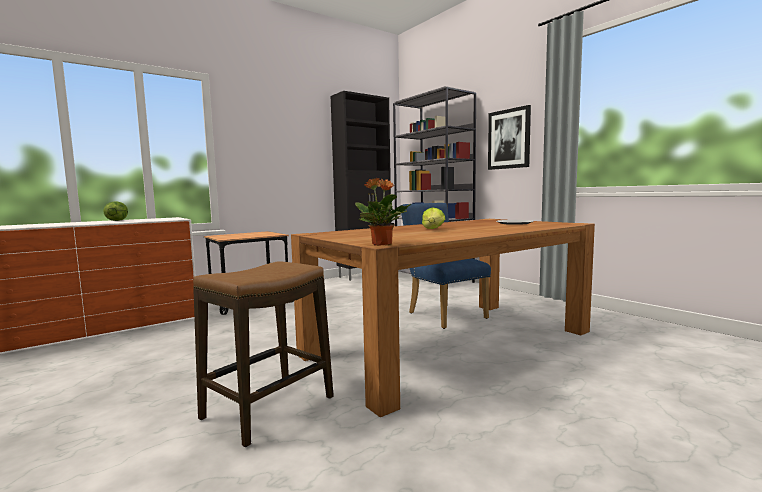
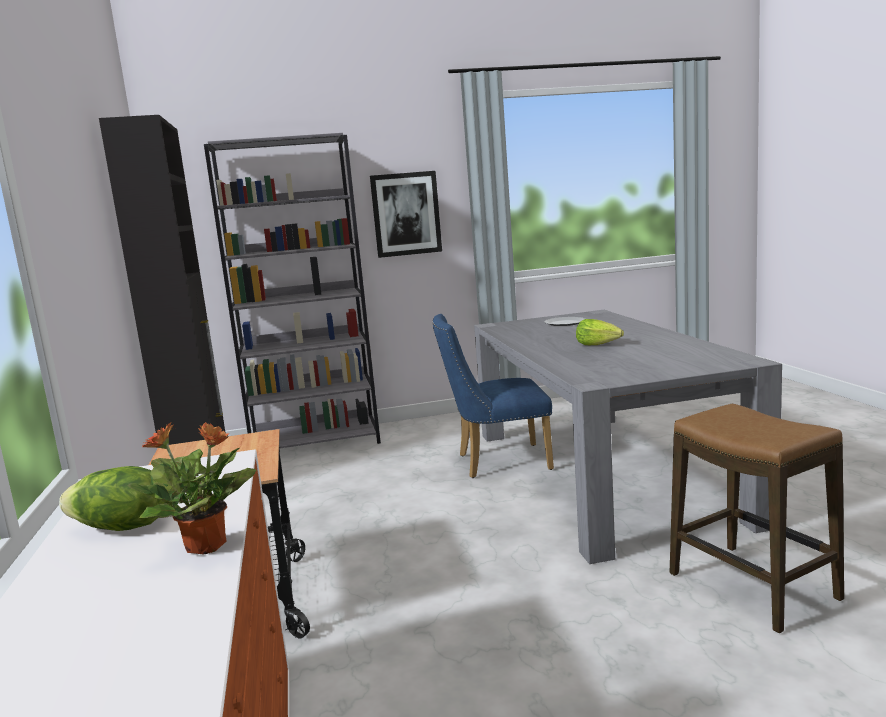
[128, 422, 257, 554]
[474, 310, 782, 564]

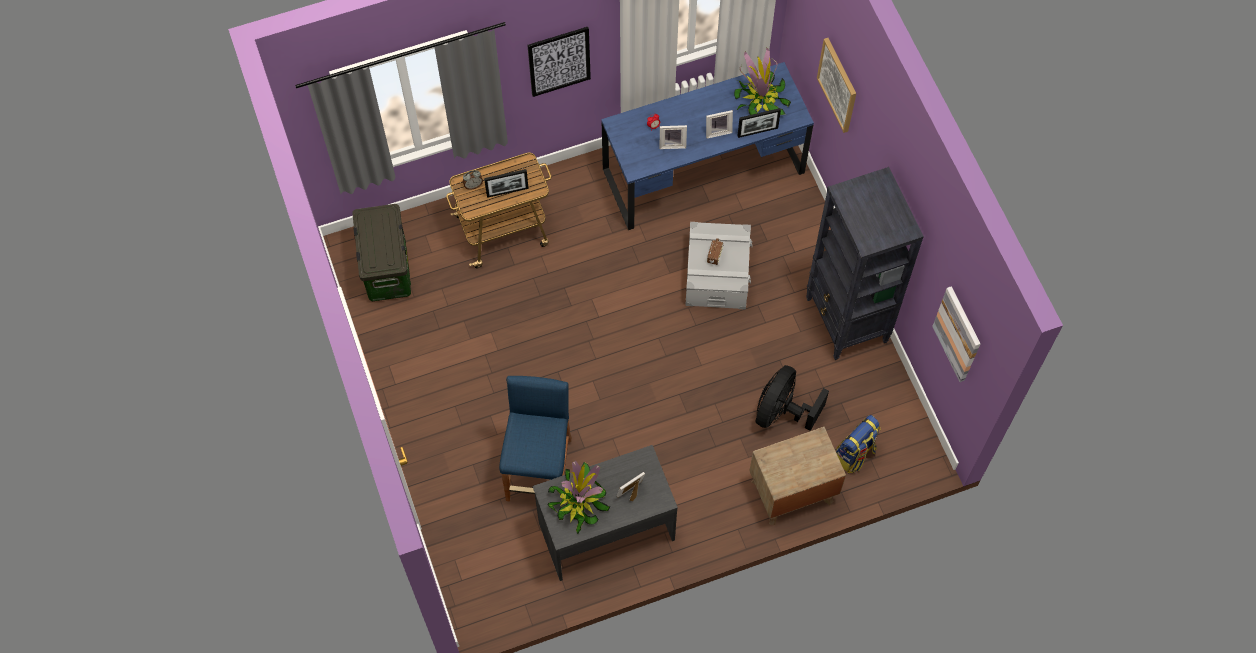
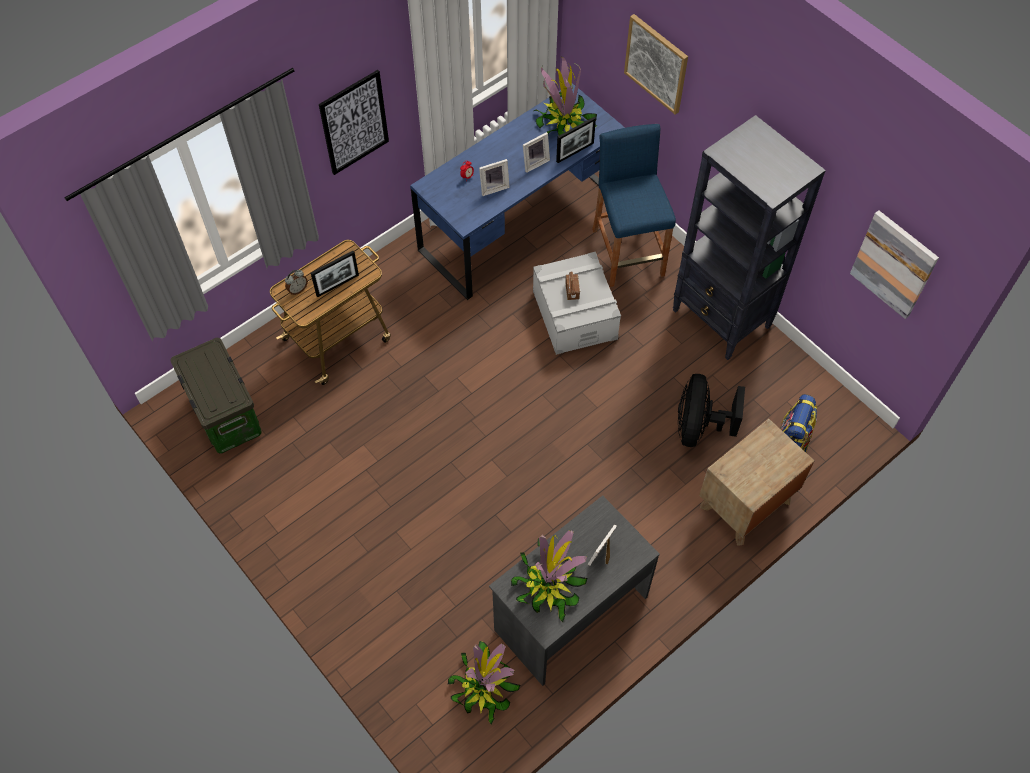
[448, 641, 520, 725]
[592, 124, 676, 287]

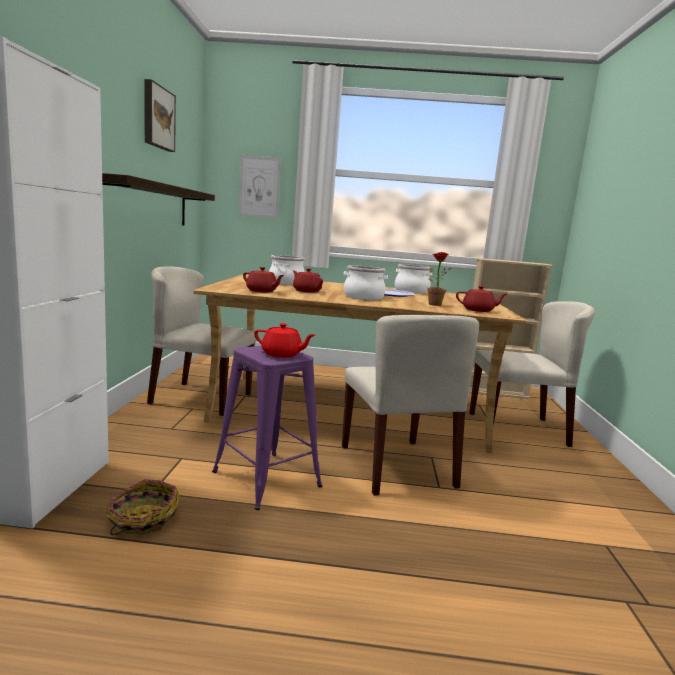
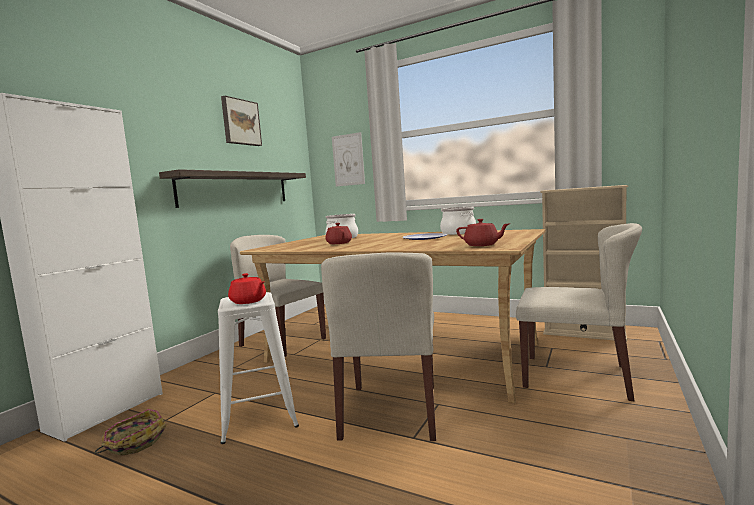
[218, 292, 299, 444]
[243, 267, 284, 292] (first image)
[344, 265, 388, 300] (first image)
[428, 252, 452, 306] (first image)

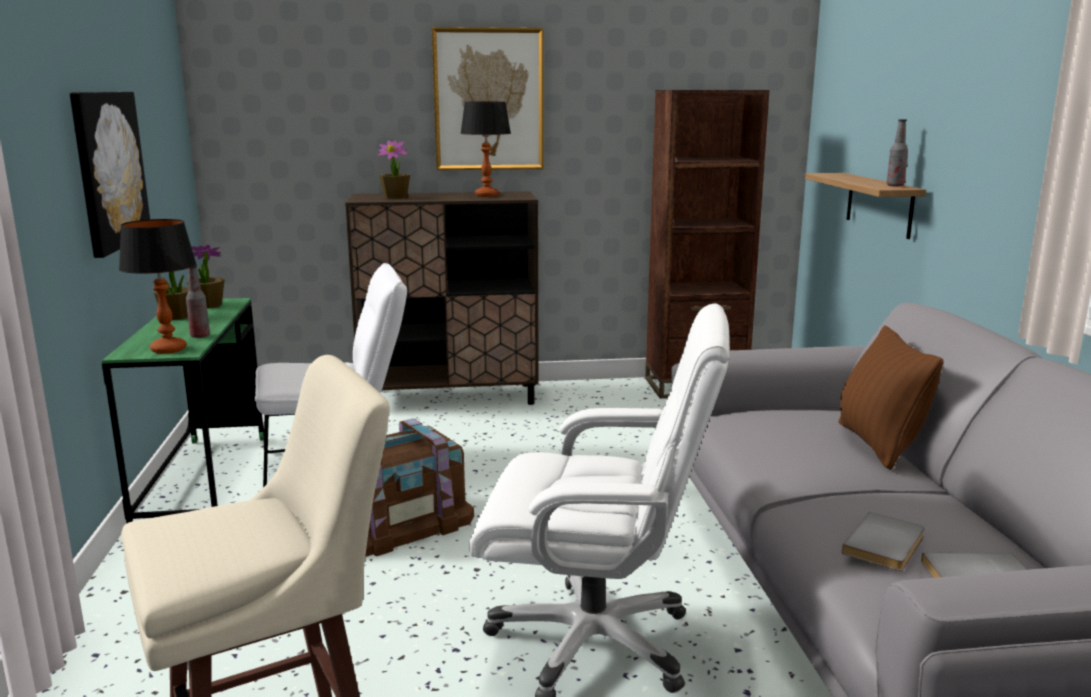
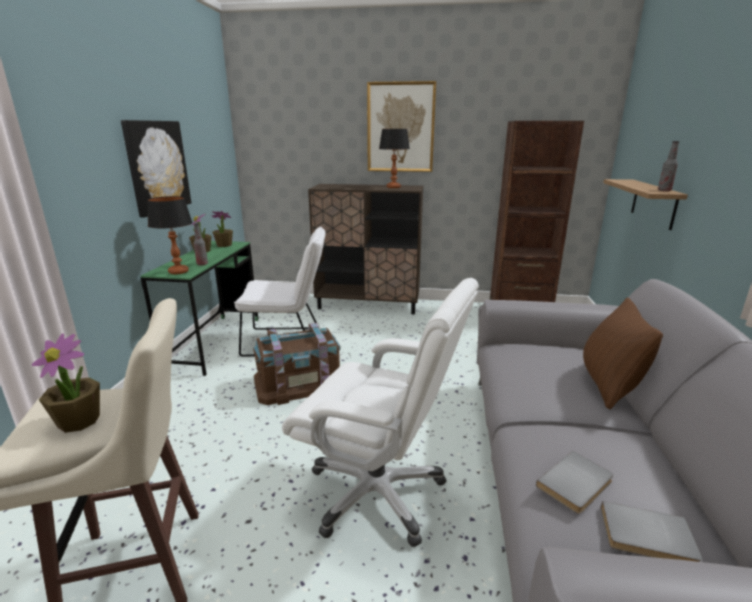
[32, 333, 100, 433]

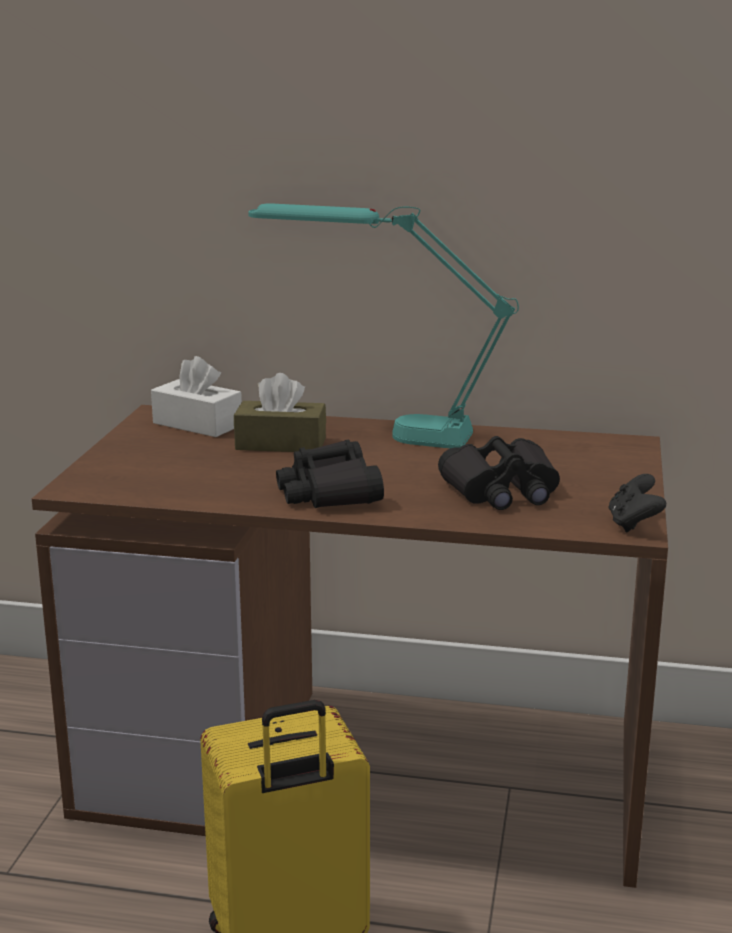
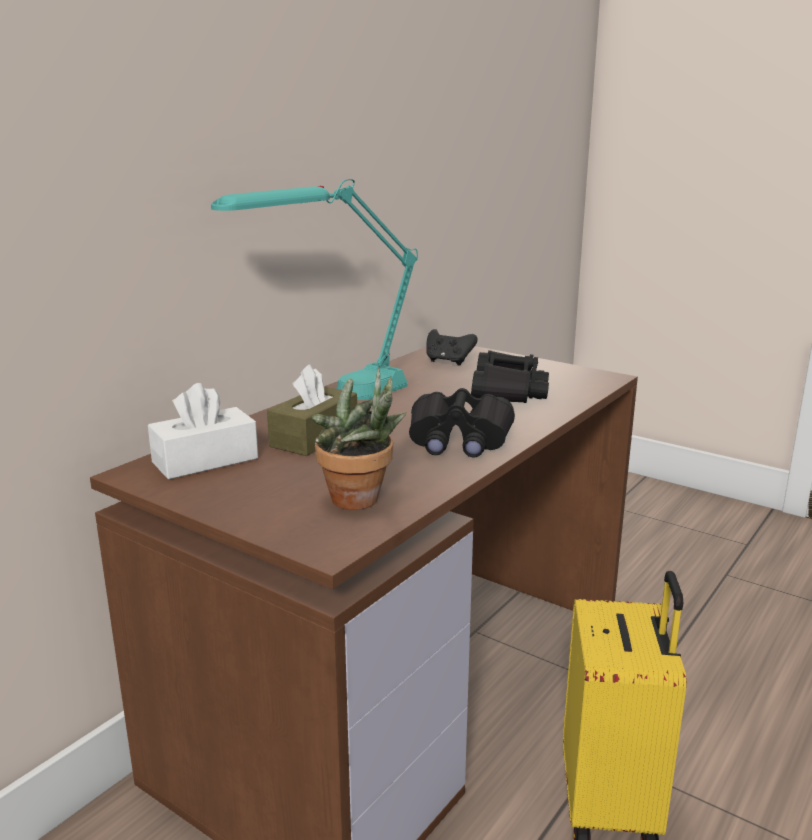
[311, 368, 407, 510]
[426, 329, 478, 366]

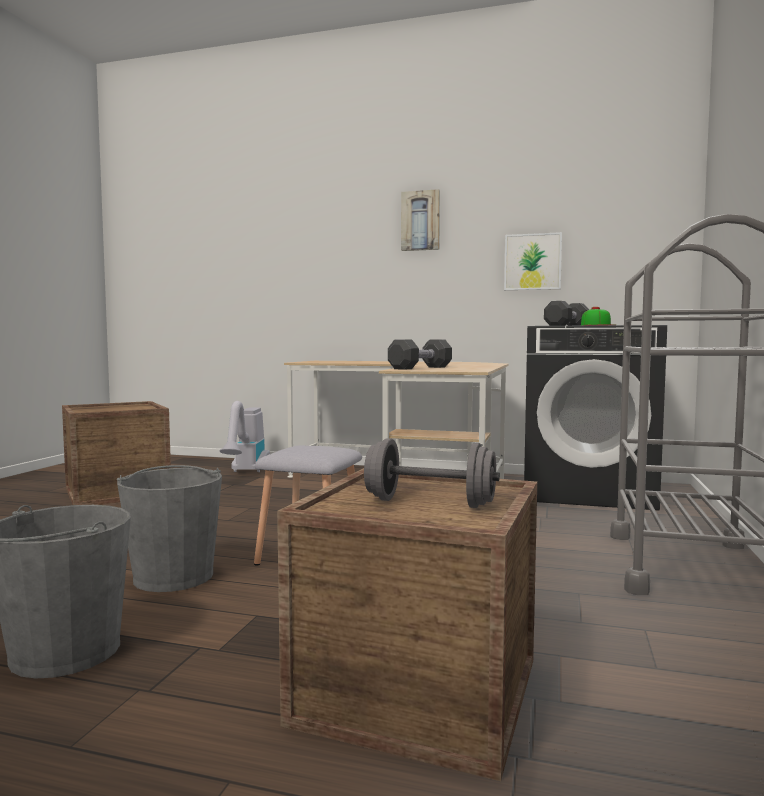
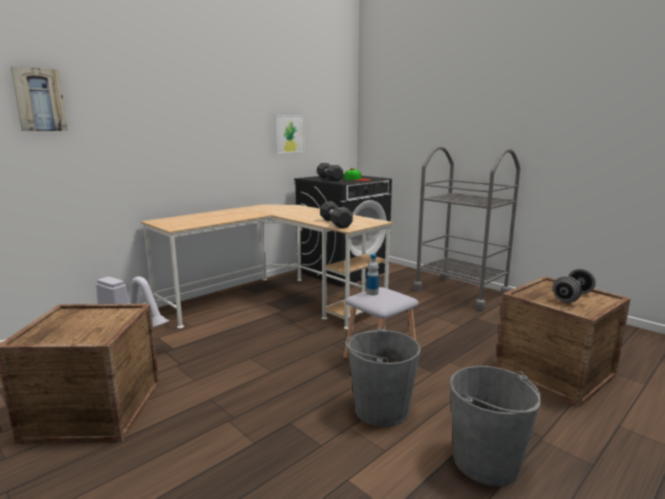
[11, 66, 68, 131]
[366, 254, 379, 295]

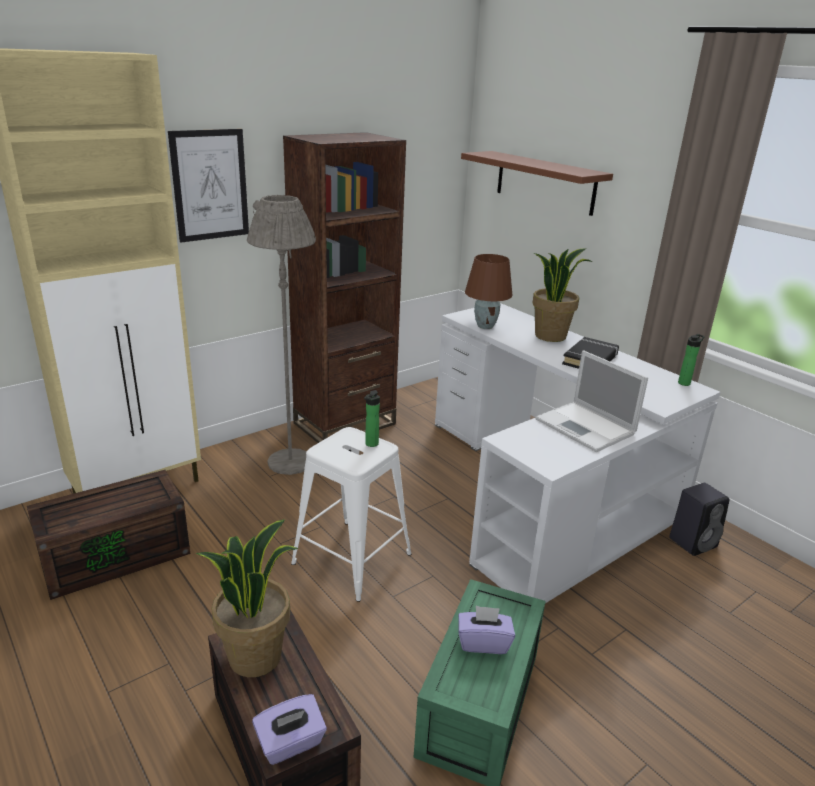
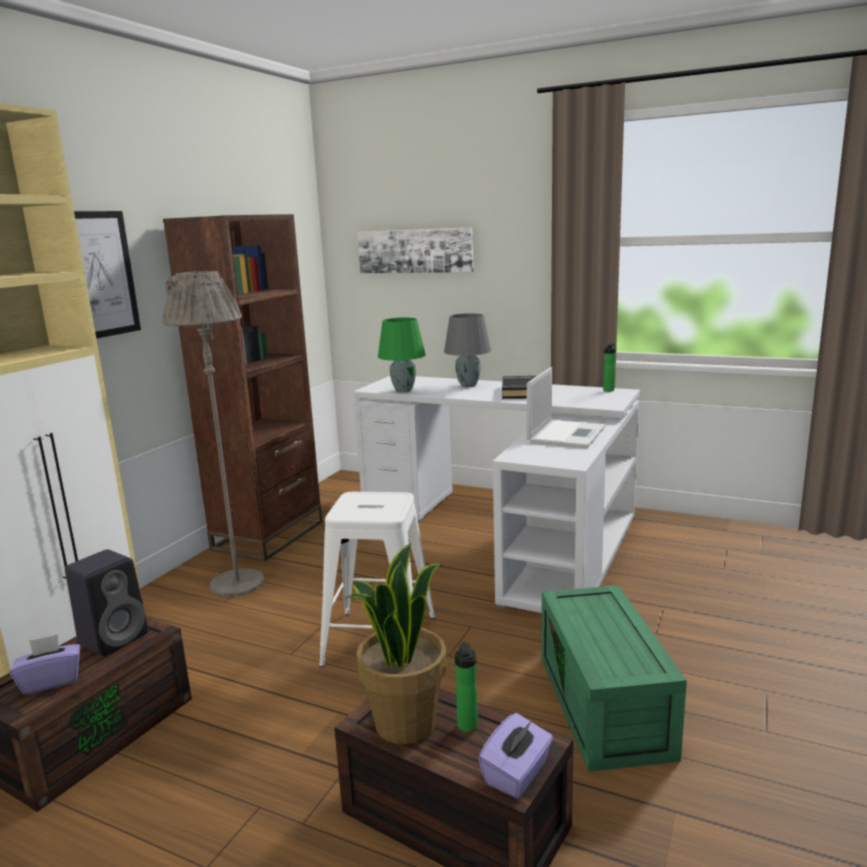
[10, 634, 81, 695]
[65, 549, 148, 656]
[357, 227, 474, 273]
[378, 318, 426, 392]
[444, 313, 491, 387]
[455, 642, 478, 732]
[527, 367, 606, 448]

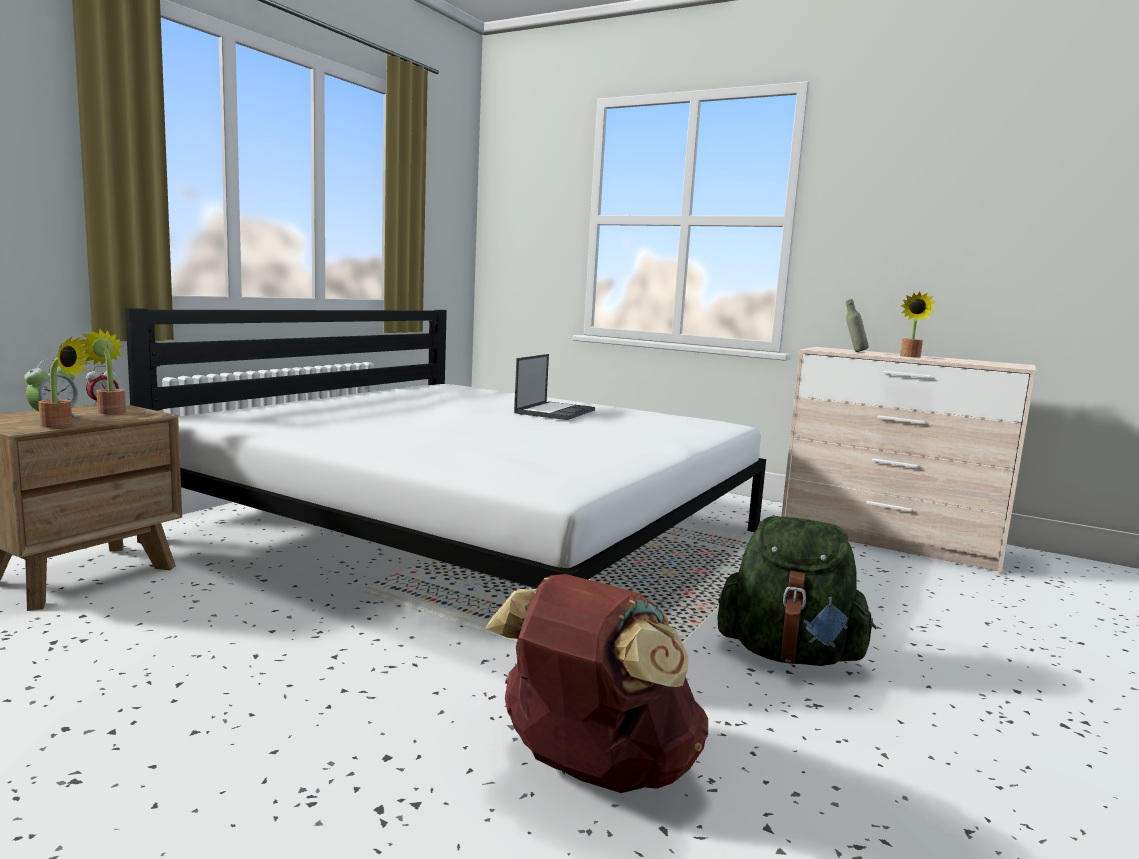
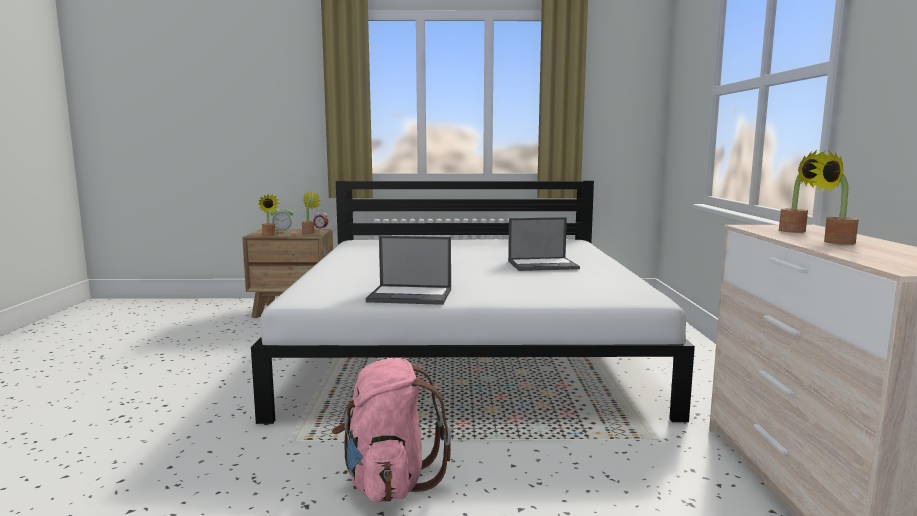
[332, 358, 451, 502]
[366, 236, 451, 305]
[779, 150, 830, 233]
[485, 574, 708, 793] (first image)

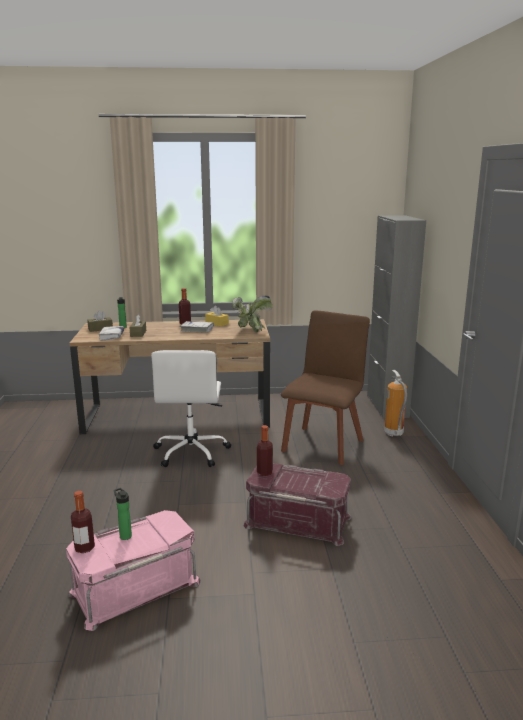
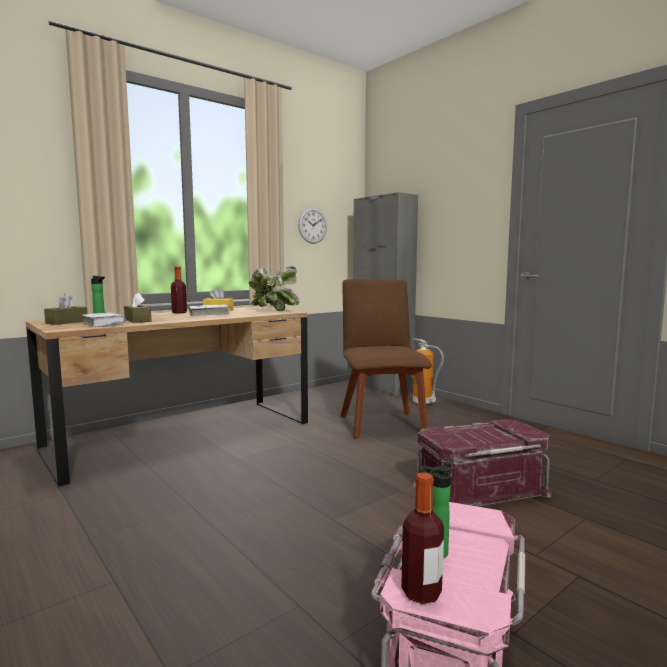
[298, 207, 327, 244]
[151, 350, 231, 467] (first image)
[257, 425, 273, 476] (first image)

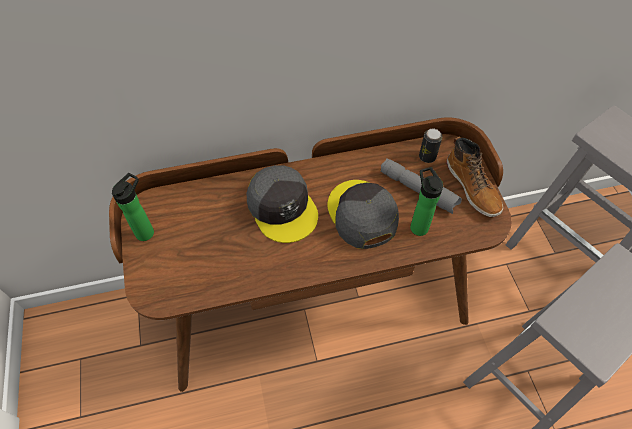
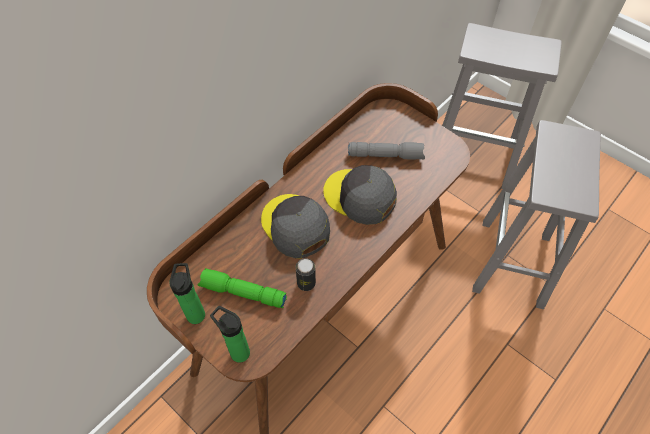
[198, 268, 287, 308]
[210, 306, 250, 363]
[261, 194, 330, 259]
[296, 258, 316, 291]
[446, 137, 503, 217] (first image)

